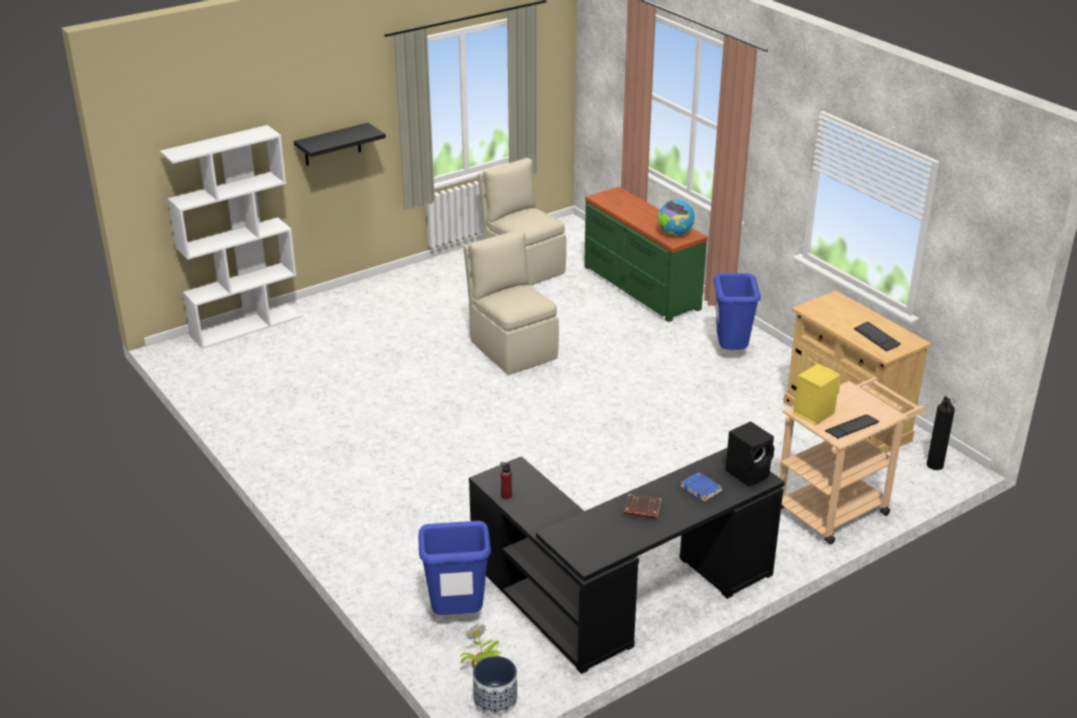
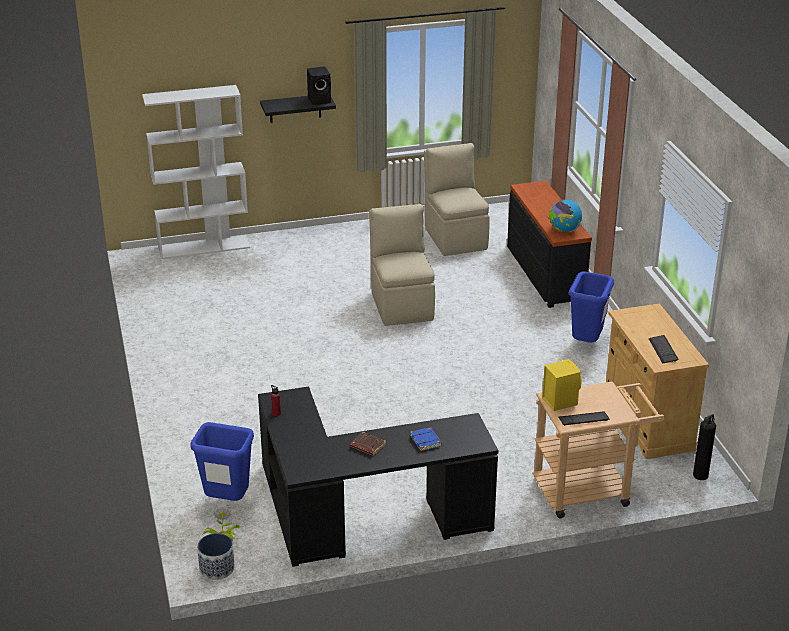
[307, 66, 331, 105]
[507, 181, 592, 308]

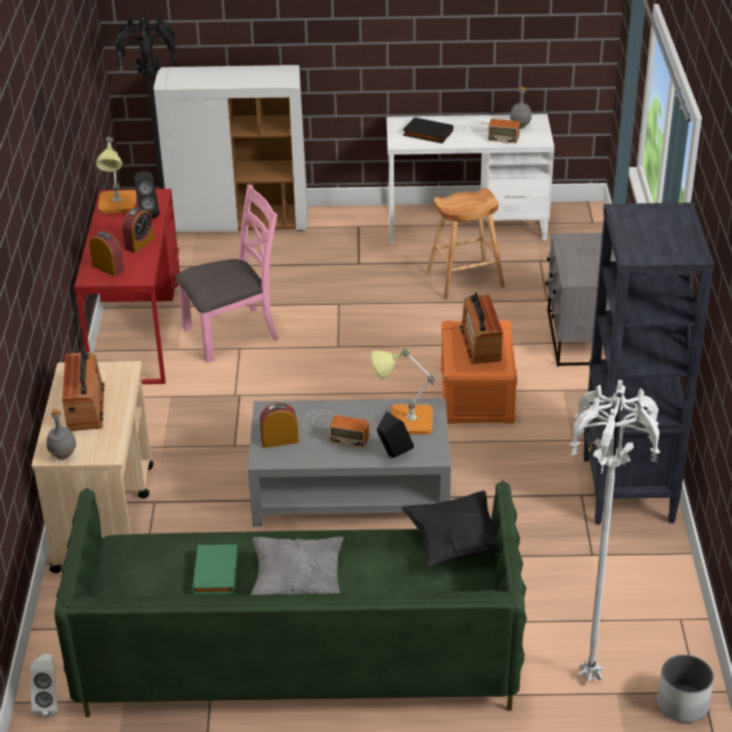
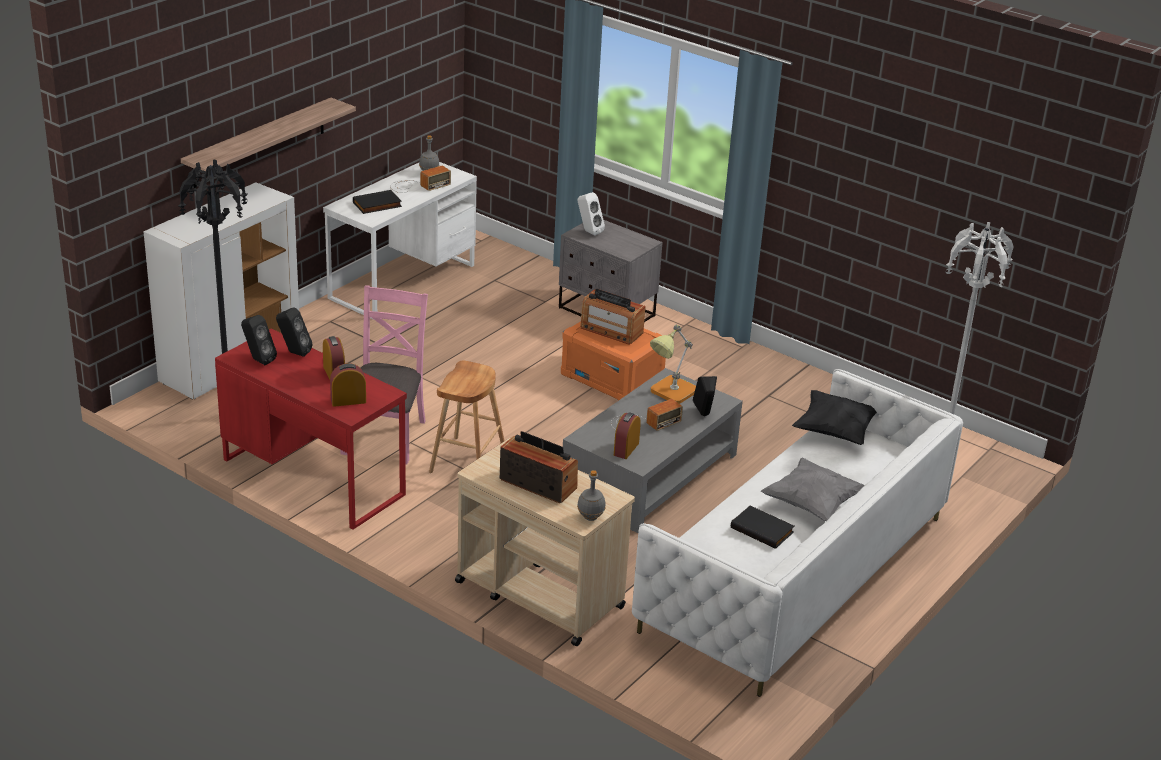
[181, 98, 356, 188]
[241, 315, 277, 366]
[429, 361, 504, 473]
[578, 192, 605, 236]
[632, 369, 963, 697]
[731, 505, 795, 549]
[583, 202, 714, 525] (first image)
[657, 654, 714, 722] (first image)

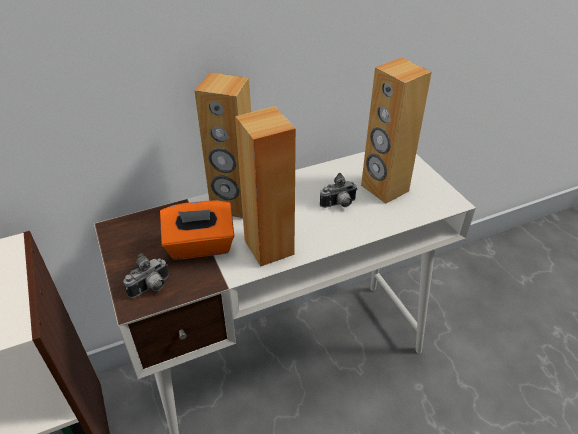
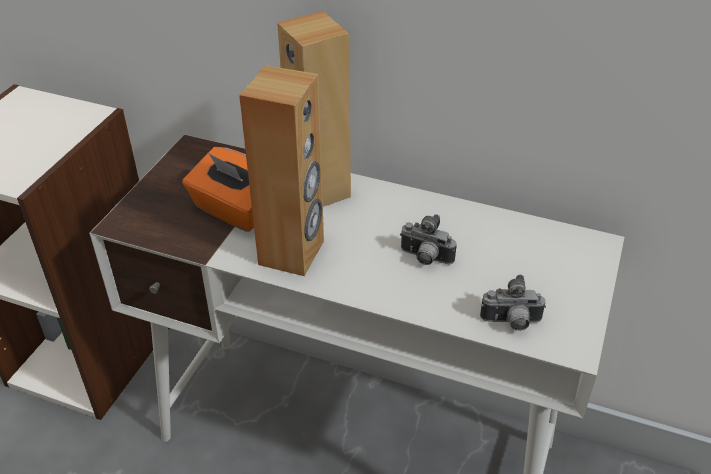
[480, 275, 546, 331]
[361, 58, 432, 204] (first image)

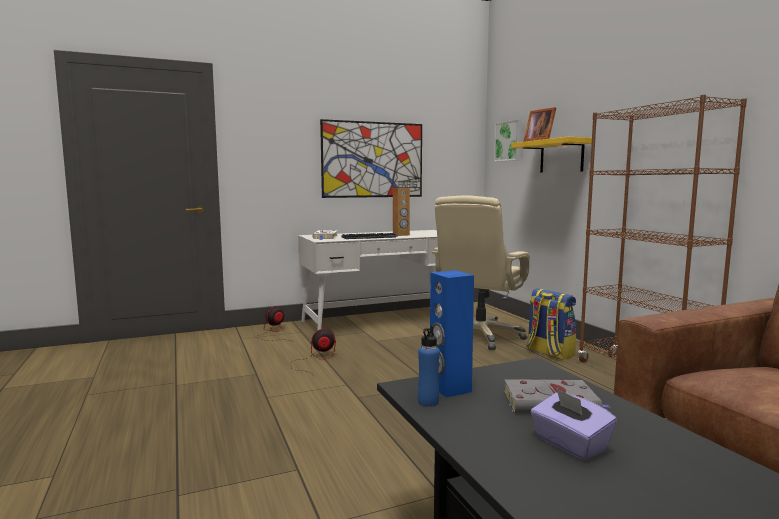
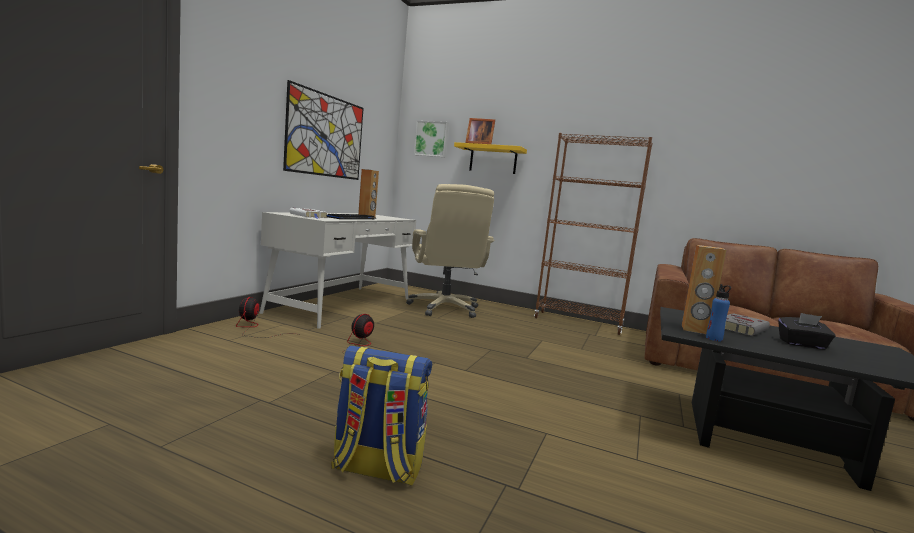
[331, 346, 432, 486]
[682, 245, 726, 334]
[778, 313, 836, 350]

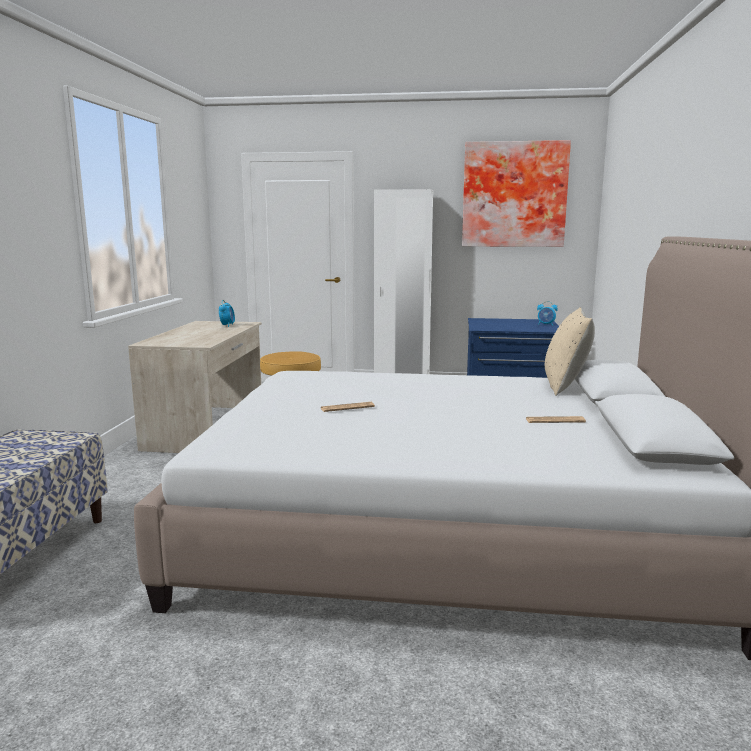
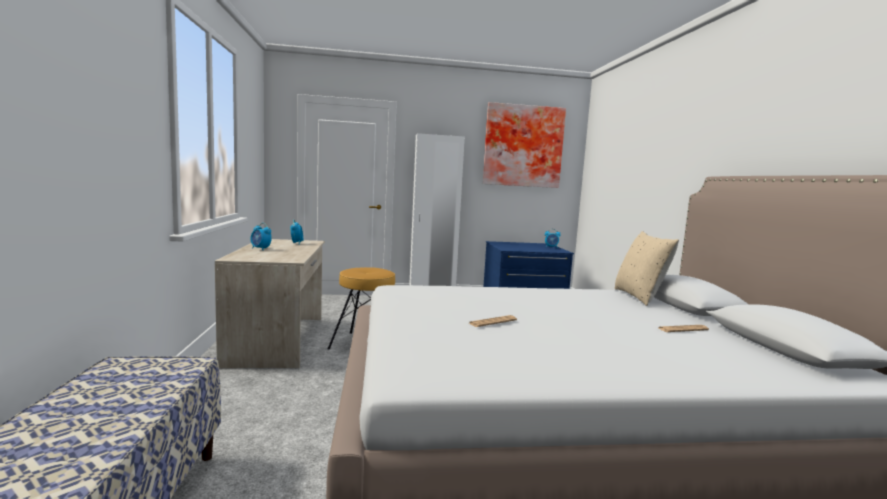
[251, 223, 272, 250]

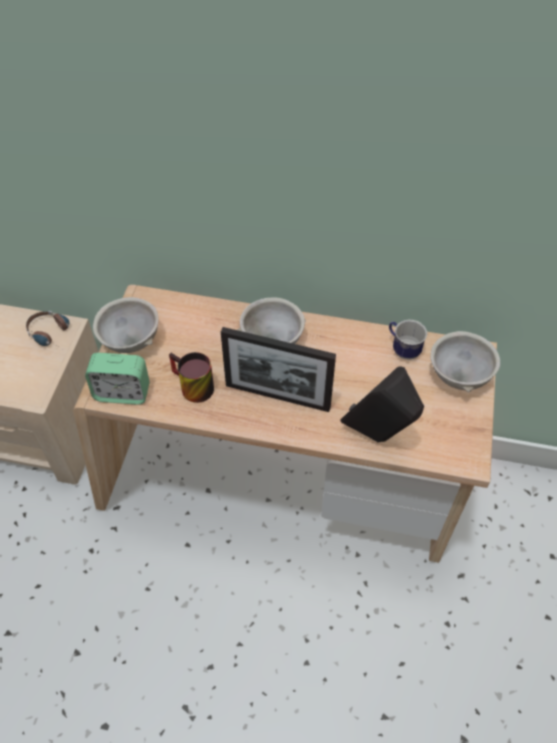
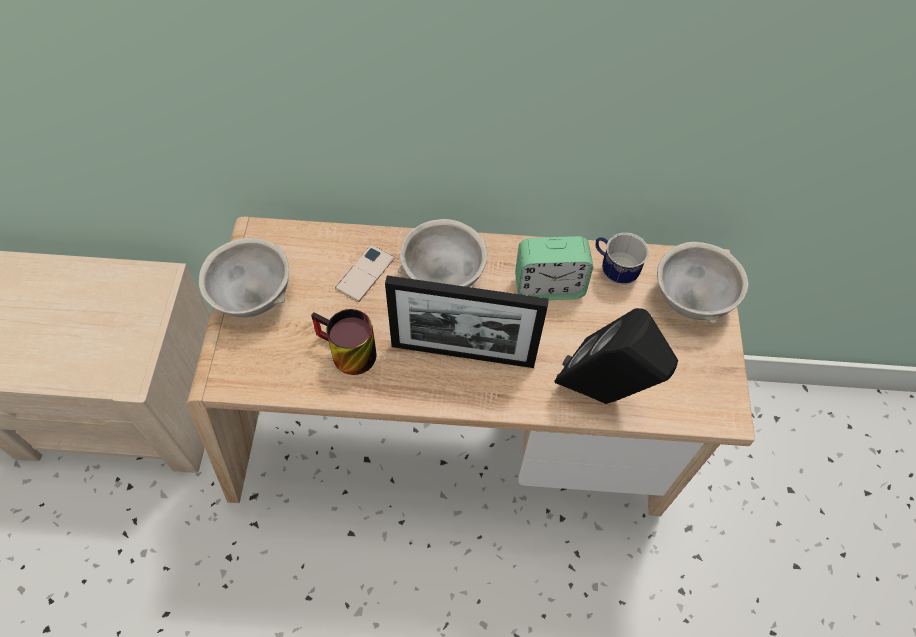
[335, 245, 395, 302]
[515, 236, 593, 300]
[26, 311, 69, 349] (first image)

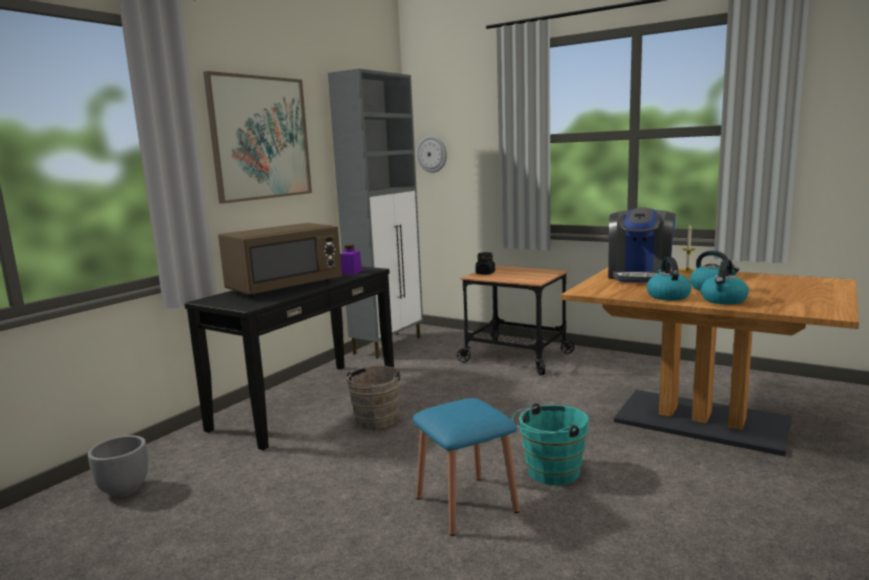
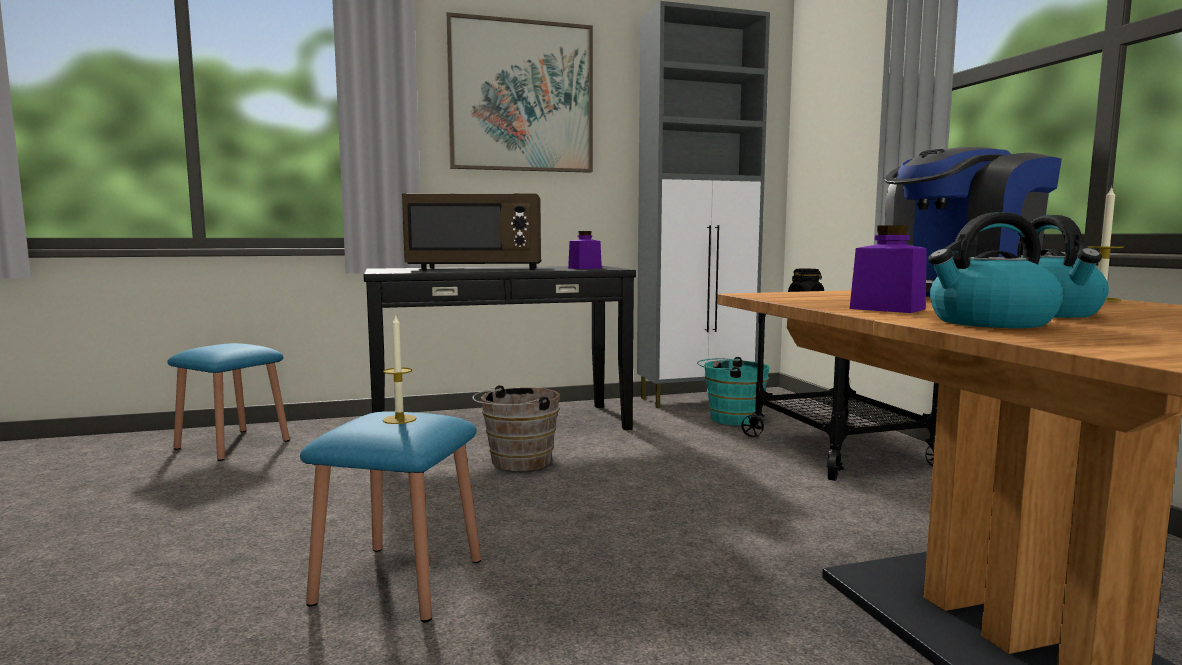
[167, 343, 290, 461]
[383, 314, 417, 424]
[697, 357, 770, 426]
[850, 225, 927, 313]
[417, 136, 447, 173] (first image)

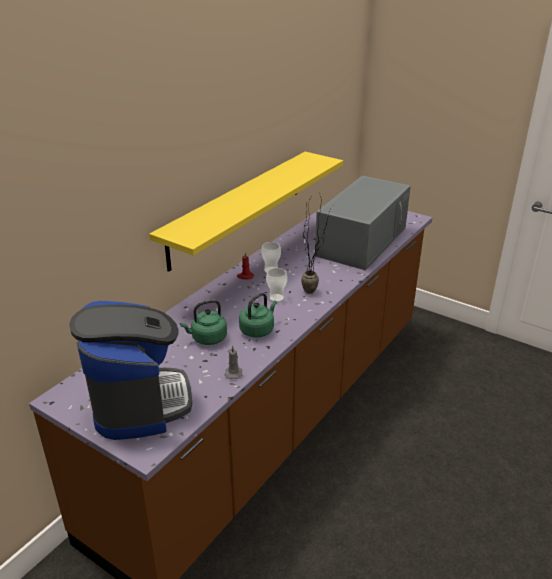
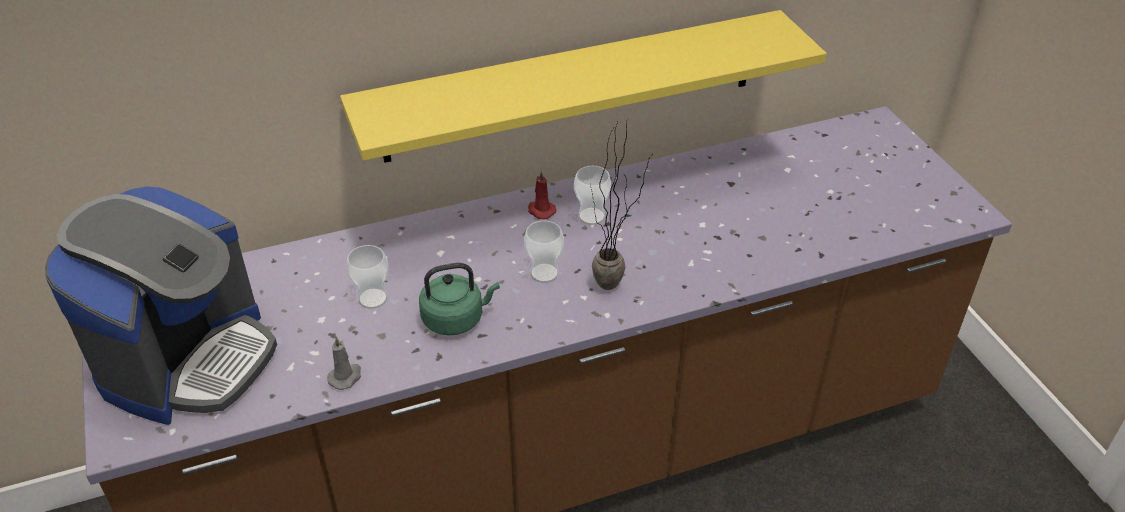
[346, 245, 389, 309]
[315, 176, 411, 270] (first image)

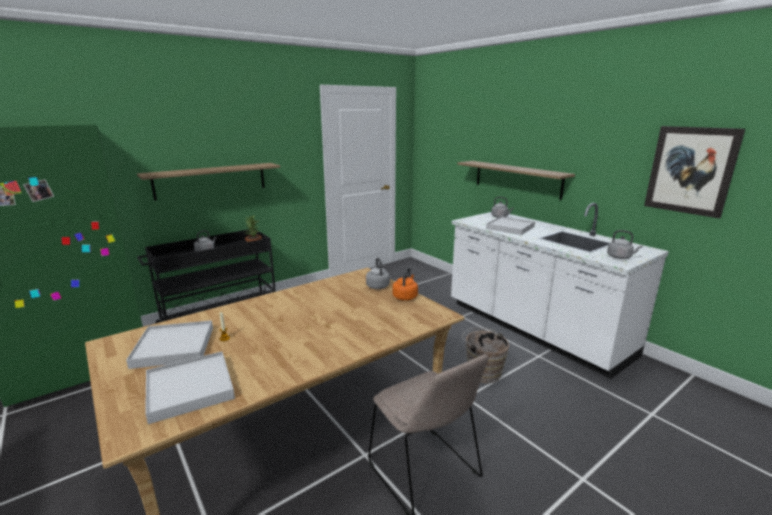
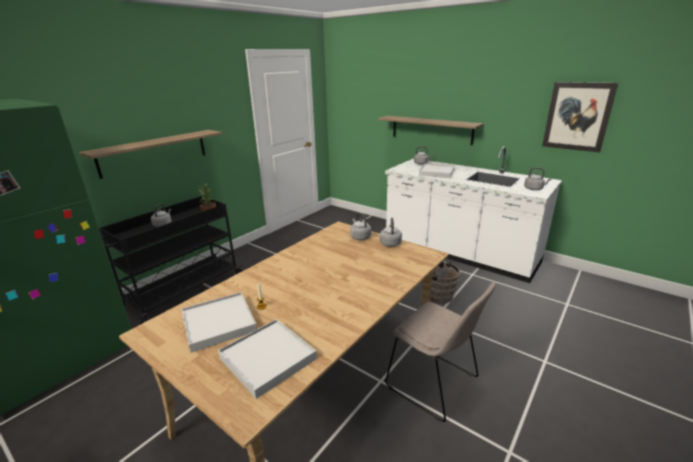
[380, 218, 402, 247]

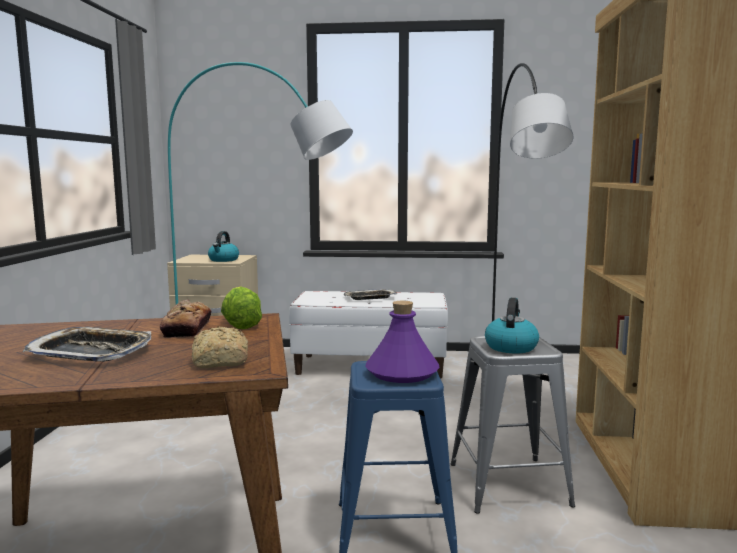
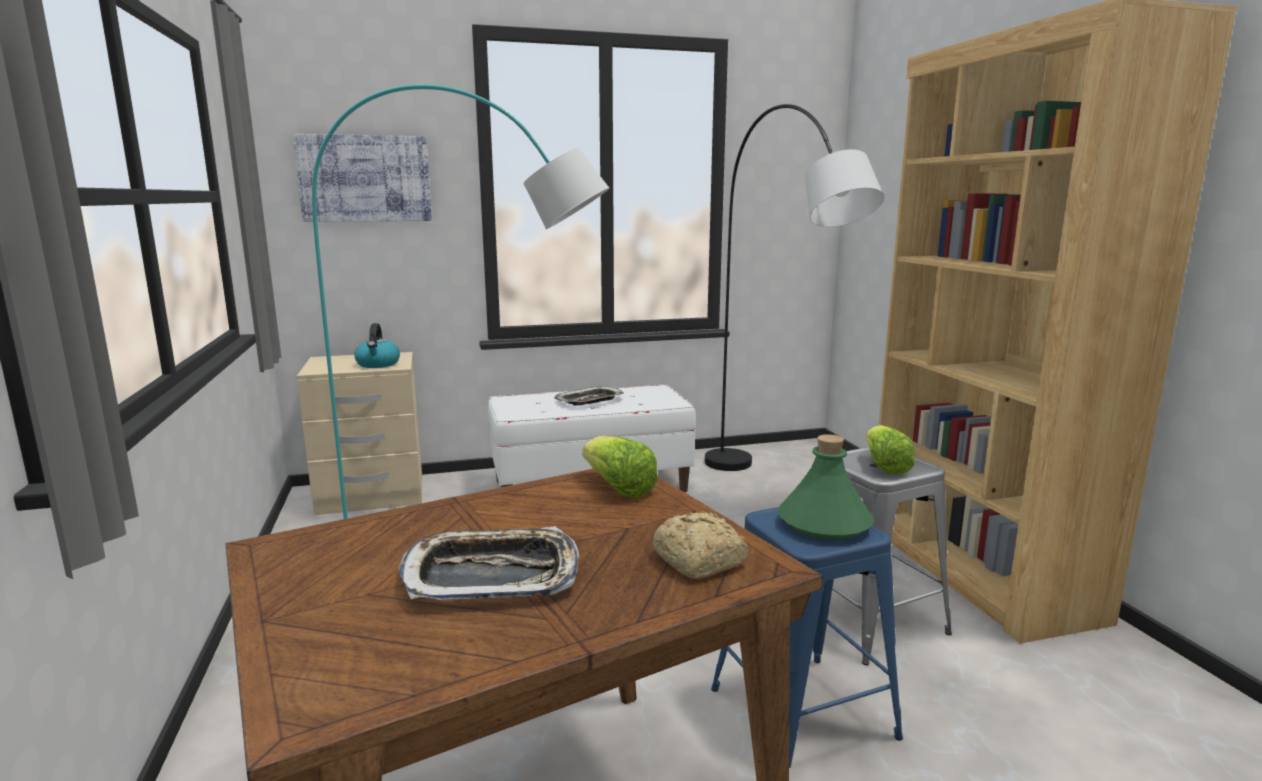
[293, 134, 432, 222]
[778, 434, 873, 540]
[866, 425, 915, 475]
[160, 299, 212, 338] (first image)

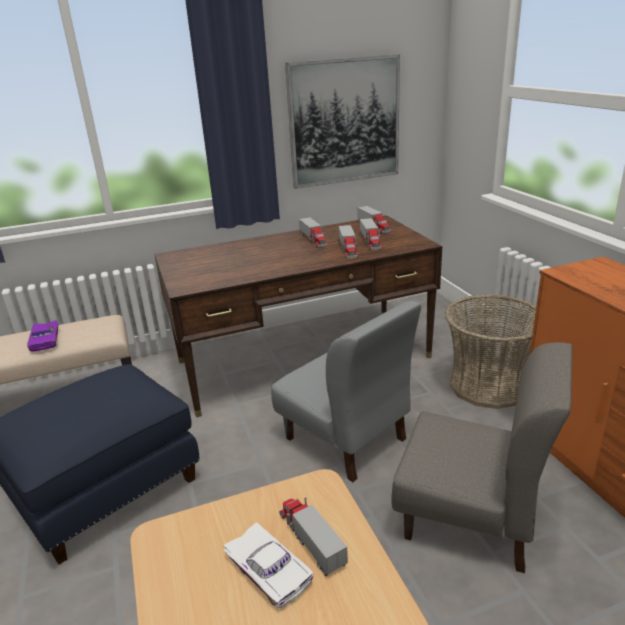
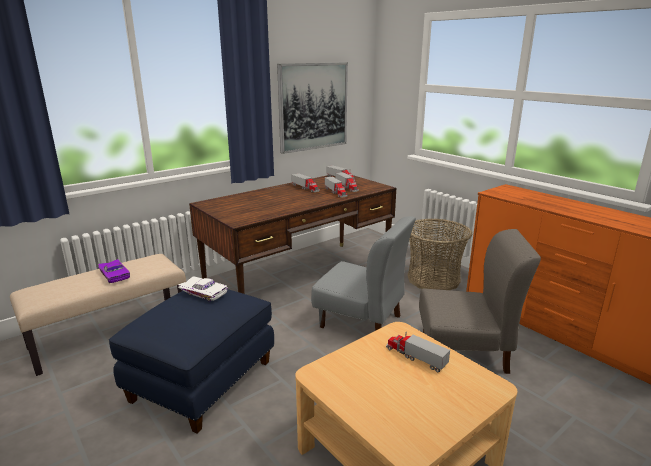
[178, 276, 228, 302]

